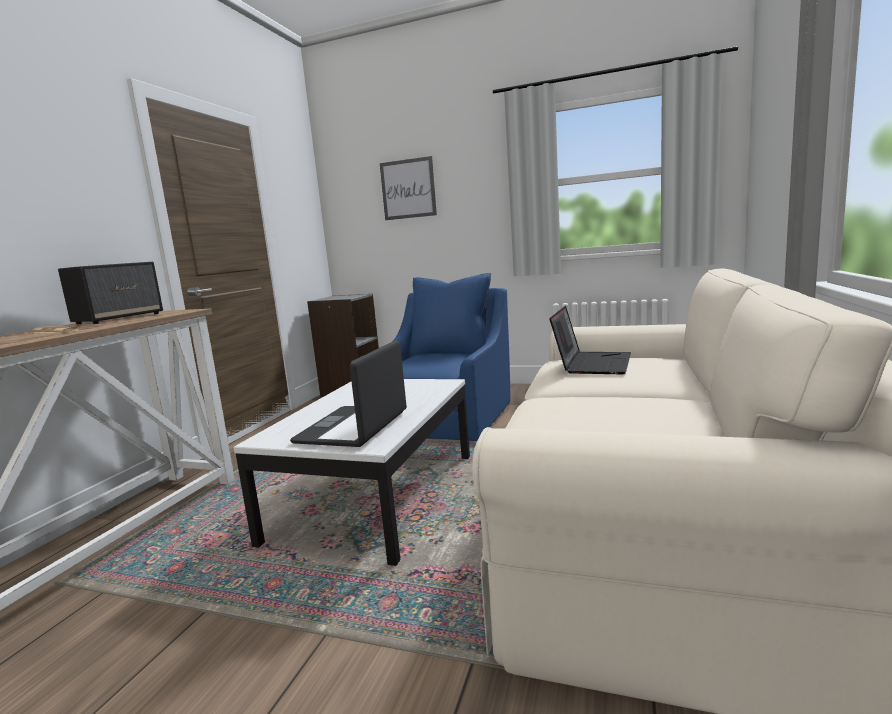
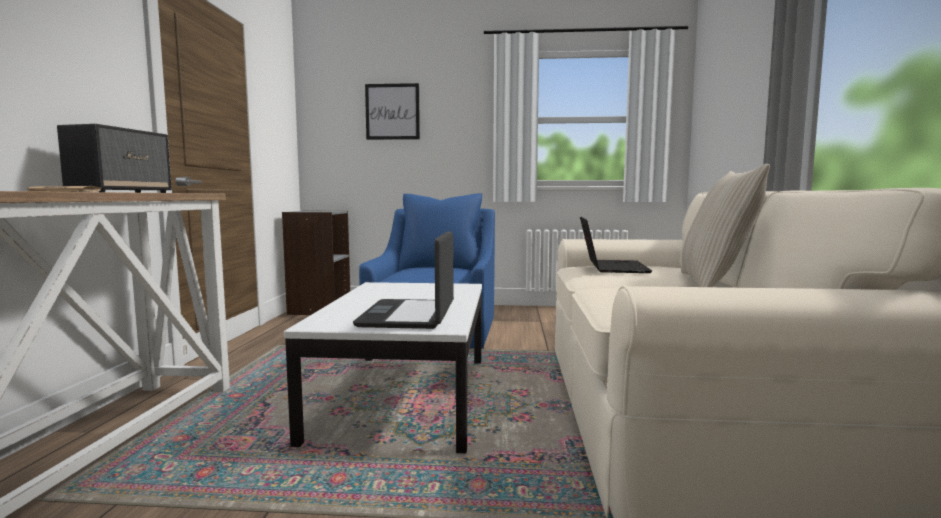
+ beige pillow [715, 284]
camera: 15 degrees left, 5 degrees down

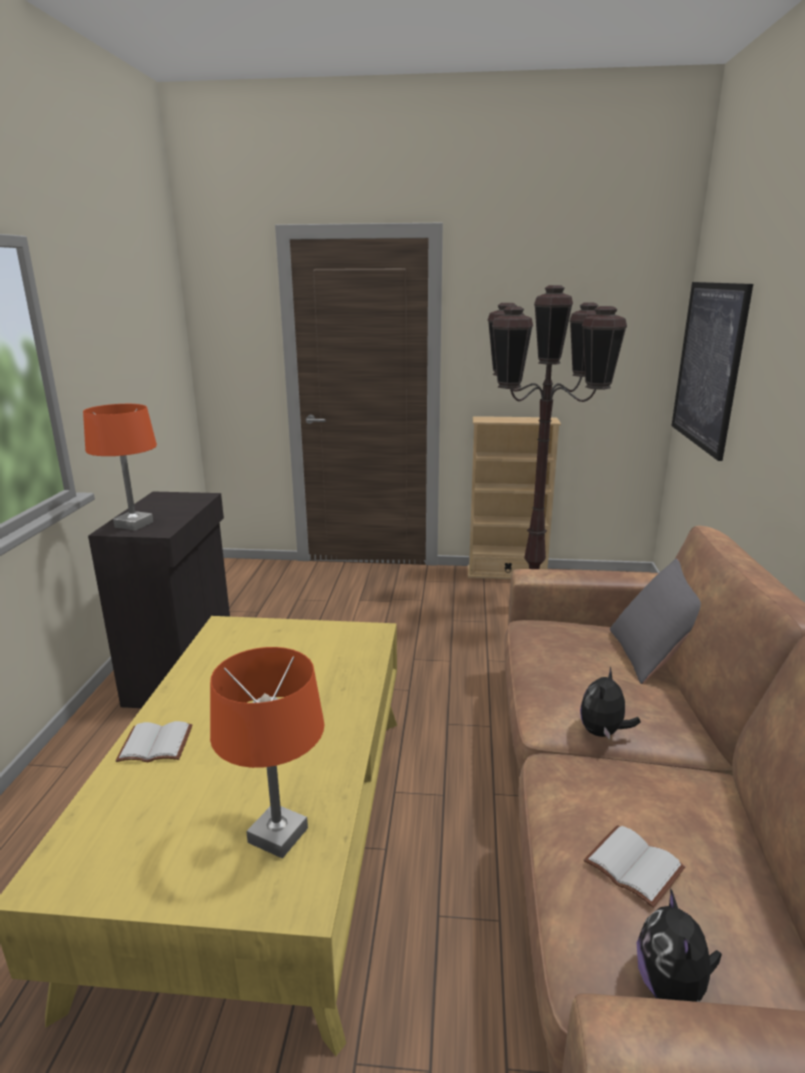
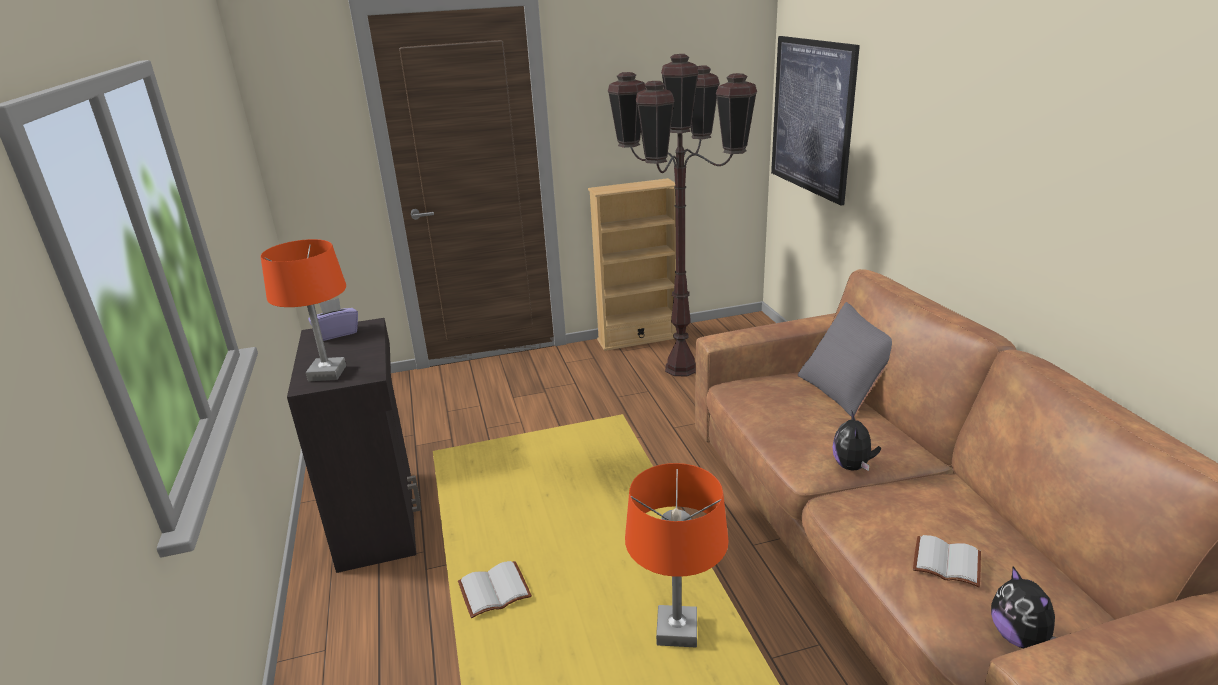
+ purple tissue box [336, 333]
camera: 20 degrees left, 5 degrees up

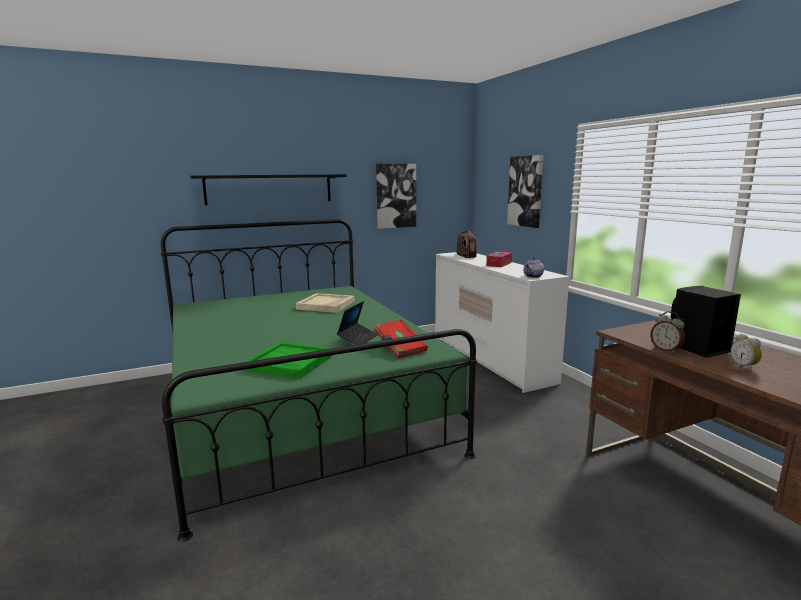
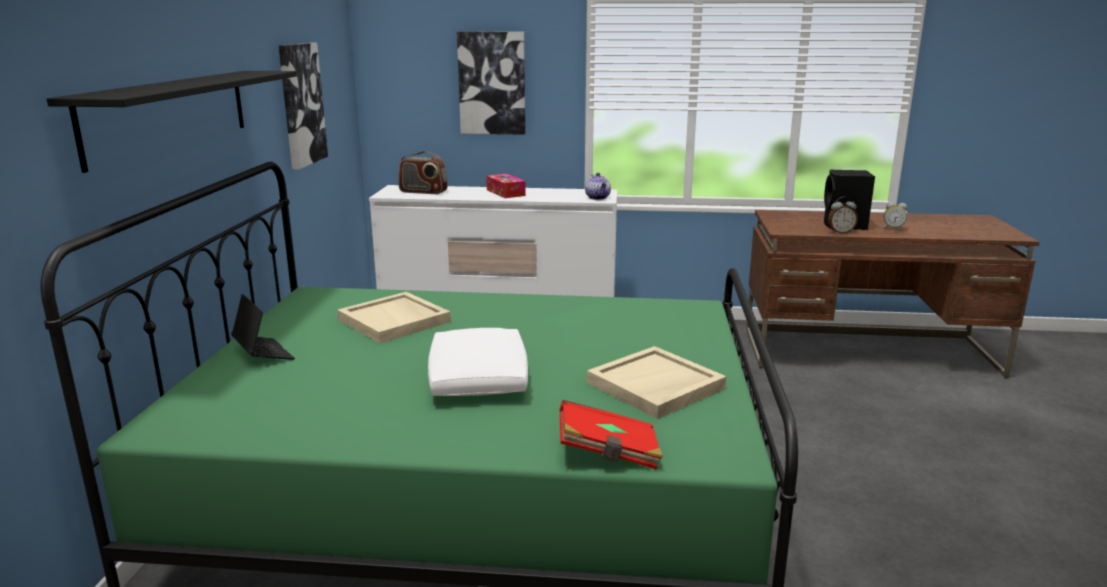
~ green tray [289, 363] to beige tray [655, 386]
~ laptop [358, 339] to [263, 354]
~ red book [399, 348] to [608, 454]
+ white pillow [478, 378]
camera: 60 degrees left, 5 degrees up

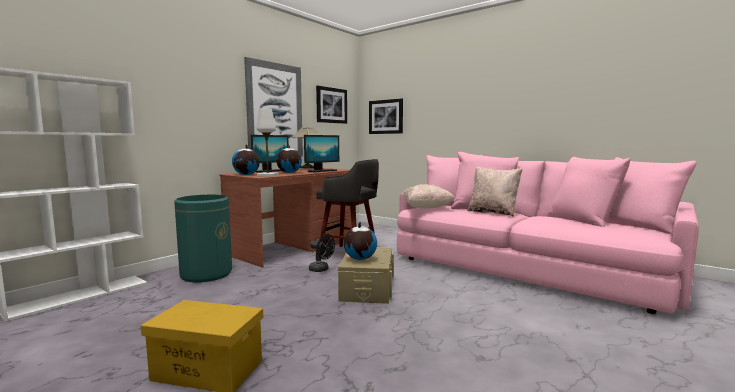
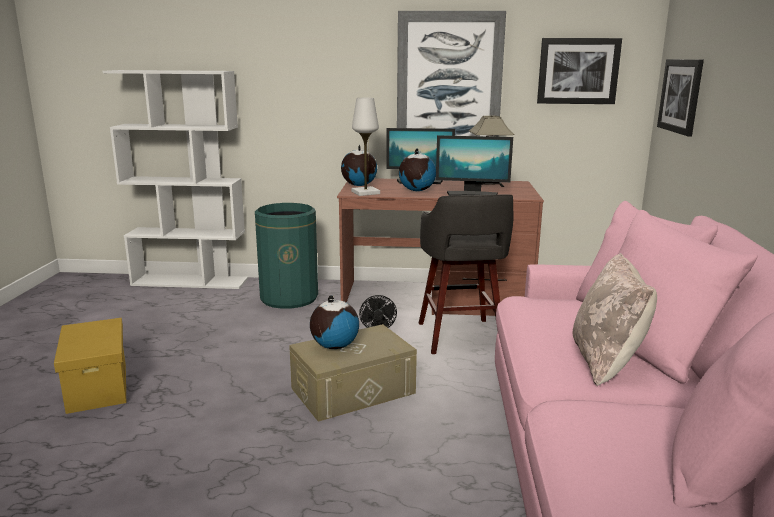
- beige pillow [426, 208]
camera: 55 degrees right, 10 degrees up

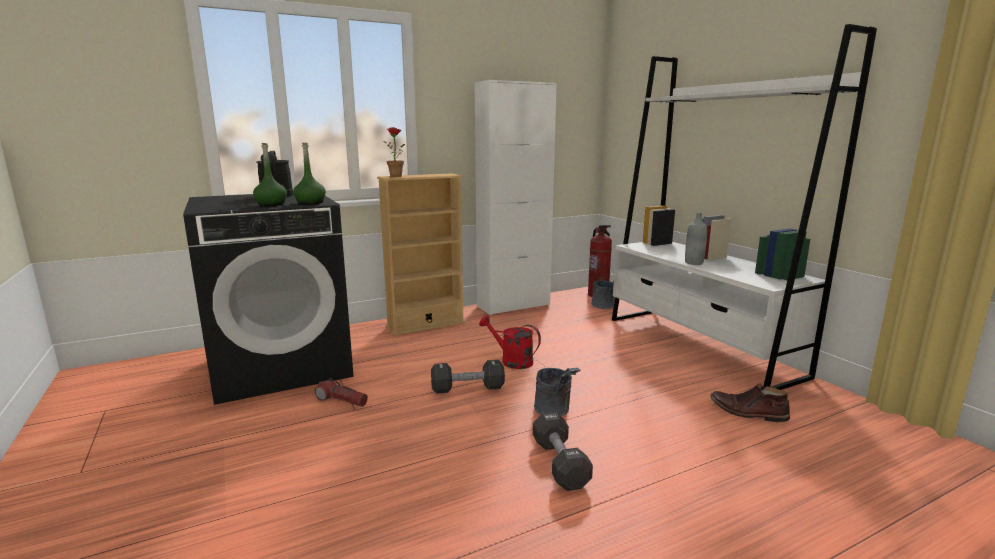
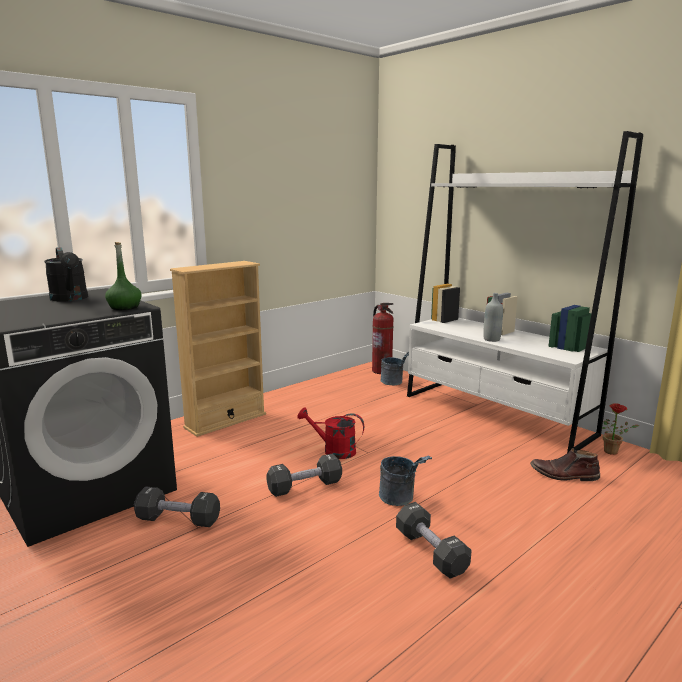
- green bottle [271, 204]
~ flashlight [342, 401] to black dumbbell [178, 519]
~ potted plant [398, 176] to [614, 452]
- white cabinet [513, 305]
camera: 15 degrees left, 0 degrees up

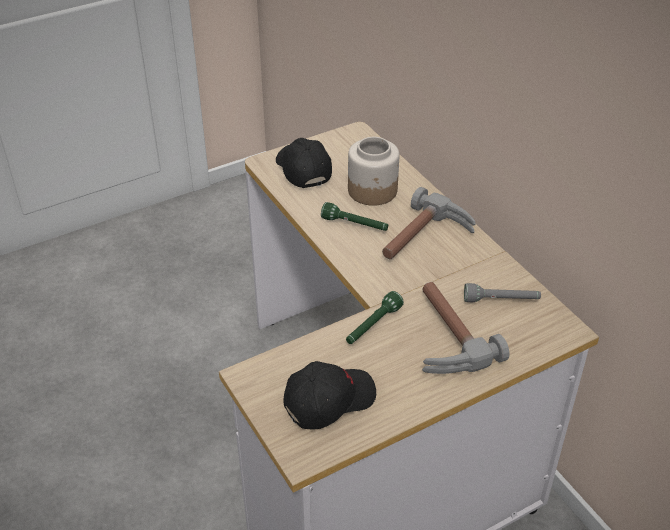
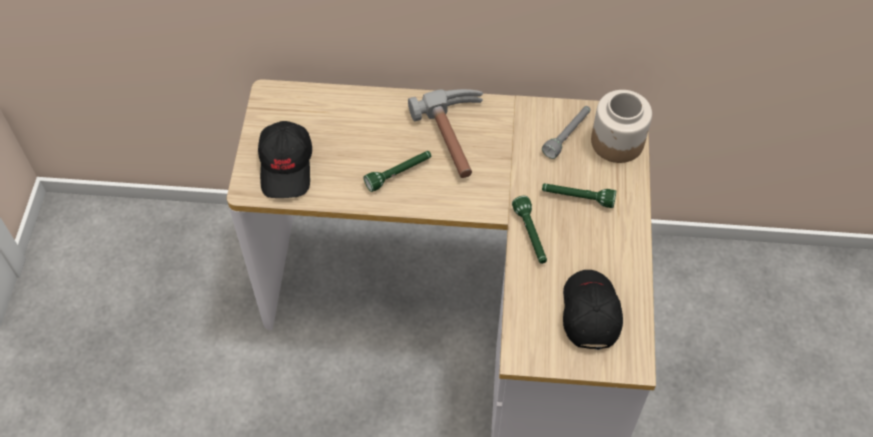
~ black cap [302, 170] = [287, 167] 105 degrees counterclockwise
~ jar [373, 191] to [618, 141]
~ hammer [442, 337] to green flashlight [577, 198]
camera: 55 degrees left, 15 degrees up

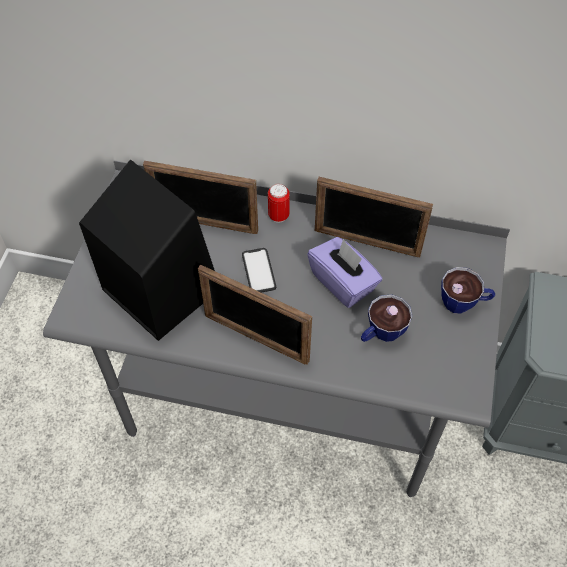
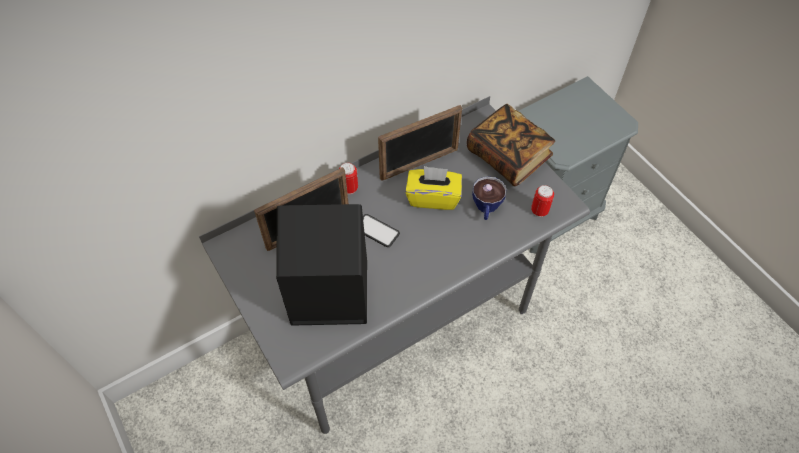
- picture frame [255, 338]
~ purple tissue box [343, 282] to yellow tissue box [433, 197]
~ cup [463, 302] to book [508, 156]
+ can [539, 211]
camera: 45 degrees left, 0 degrees up

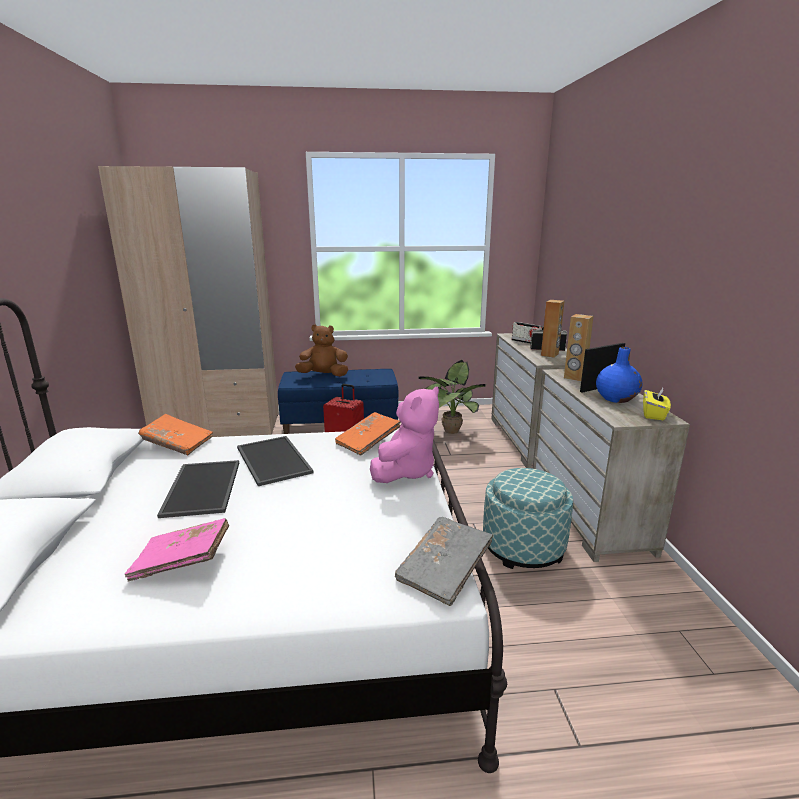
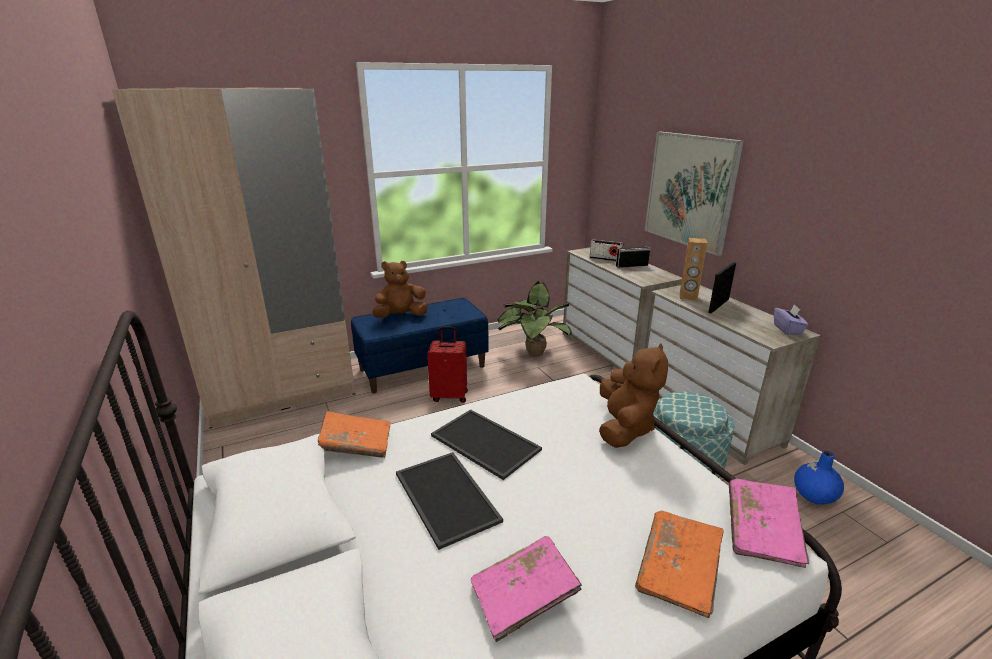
~ orange book [368, 442] to [678, 571]
~ pink plush toy [406, 471] to brown plush toy [624, 427]
~ grey book [444, 571] to pink book [762, 531]
- brown speaker [550, 355]
~ blue vase [616, 398] to [814, 495]
~ yellow tissue box [654, 414] to purple tissue box [787, 329]
+ picture [690, 190]
camera: 20 degrees left, 5 degrees up

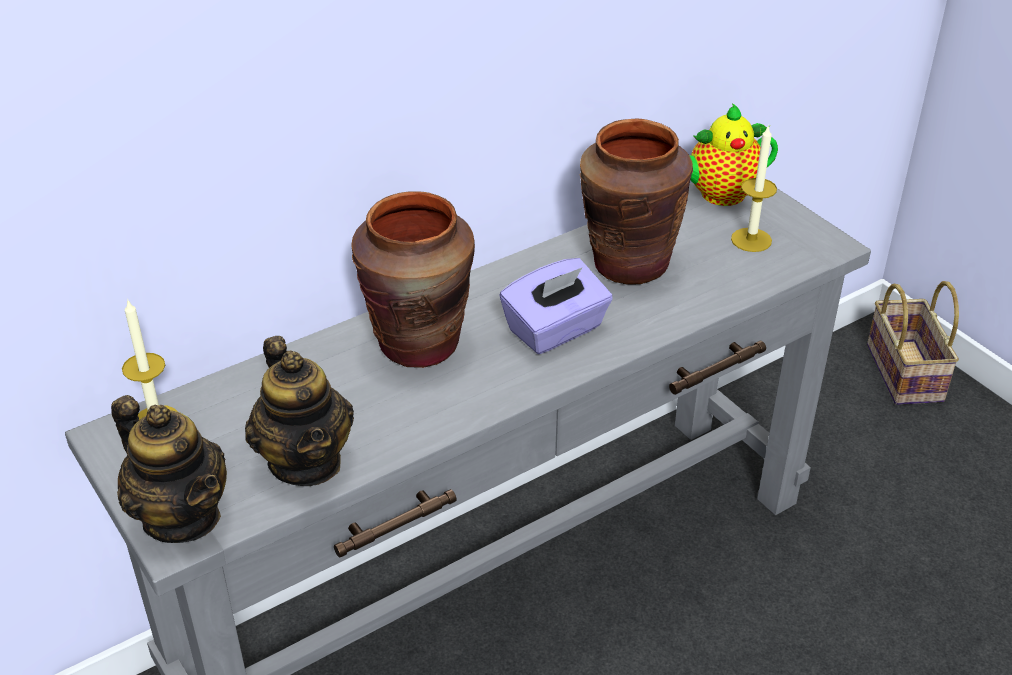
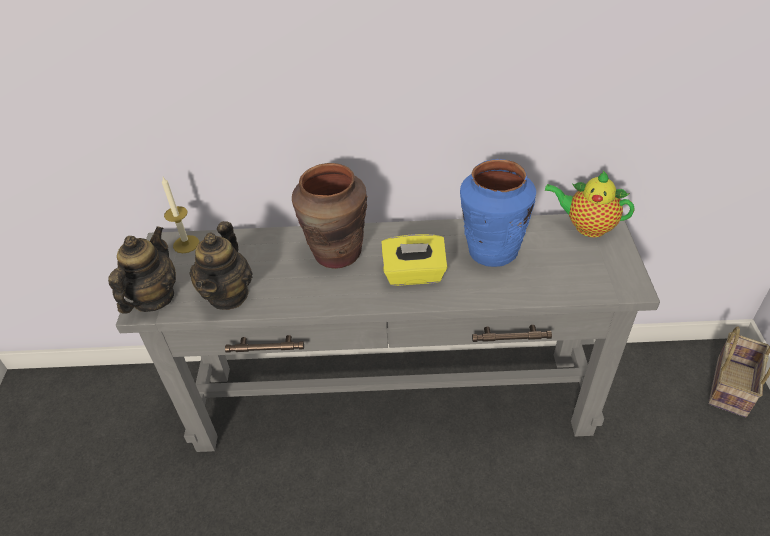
~ teapot [182, 517] = [153, 298] 150 degrees counterclockwise
~ purple tissue box [556, 330] to yellow tissue box [414, 275]
~ brown vase [629, 264] to blue vase [492, 251]
- candle [751, 240]
camera: 35 degrees right, 5 degrees up

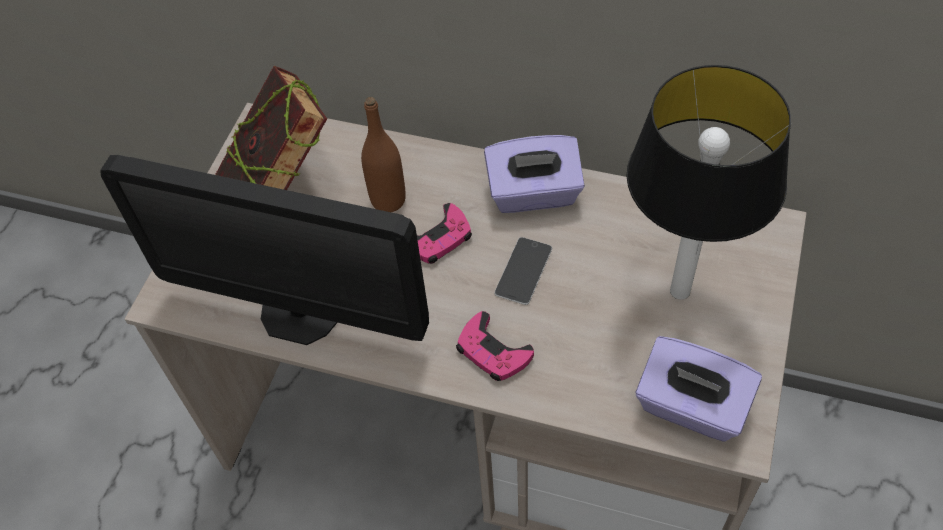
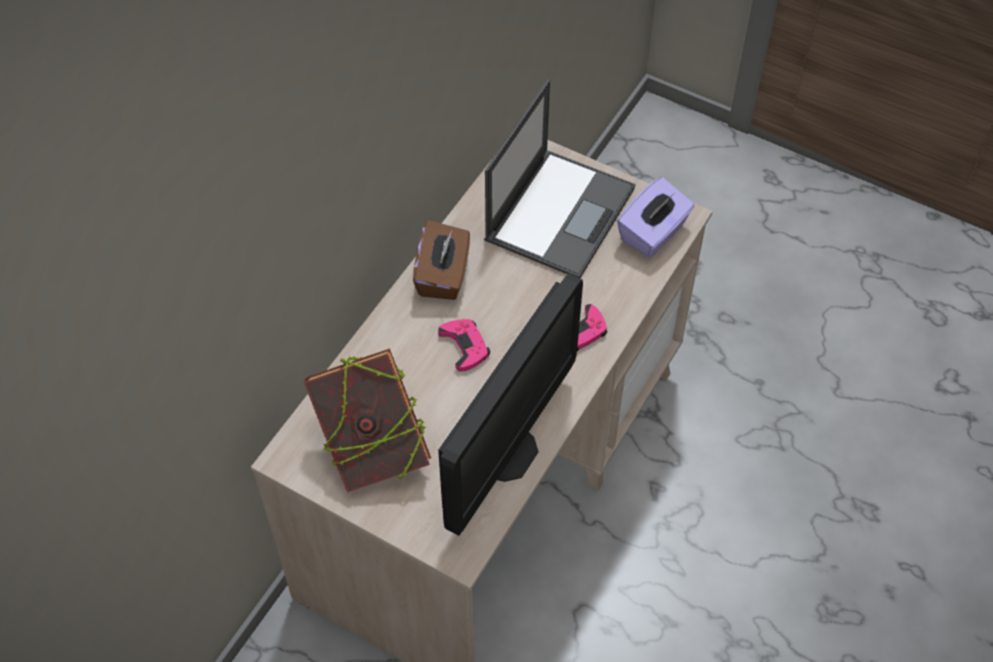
- brown bottle [388, 200]
~ purple tissue box [534, 194] to brown tissue box [443, 275]
- phone [523, 271]
~ table lamp [681, 290] to laptop [560, 212]
camera: 80 degrees left, 0 degrees up

